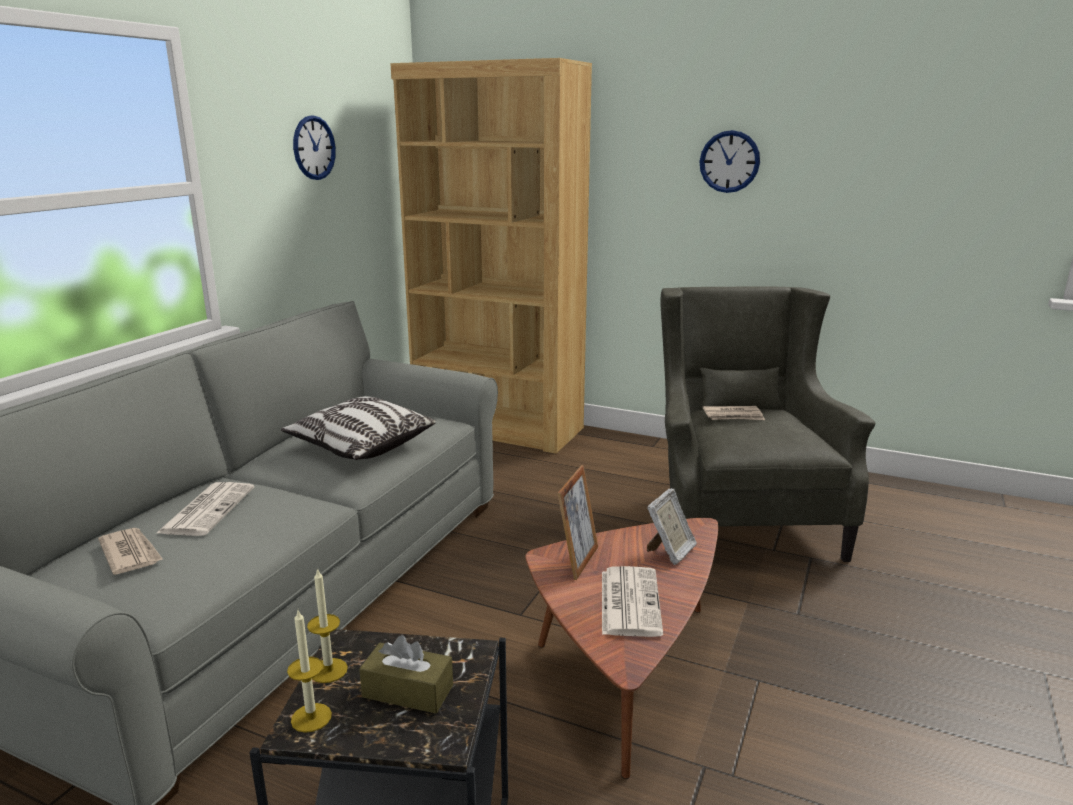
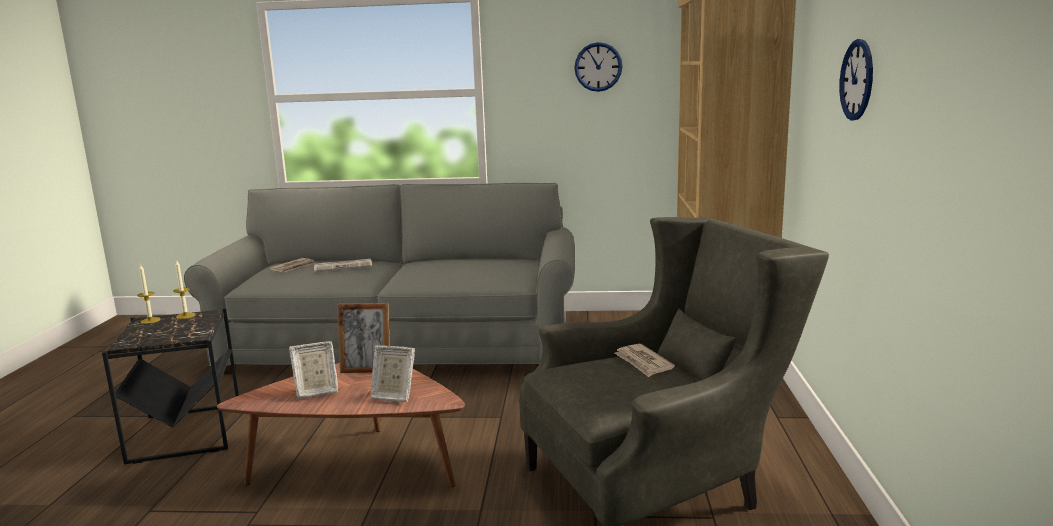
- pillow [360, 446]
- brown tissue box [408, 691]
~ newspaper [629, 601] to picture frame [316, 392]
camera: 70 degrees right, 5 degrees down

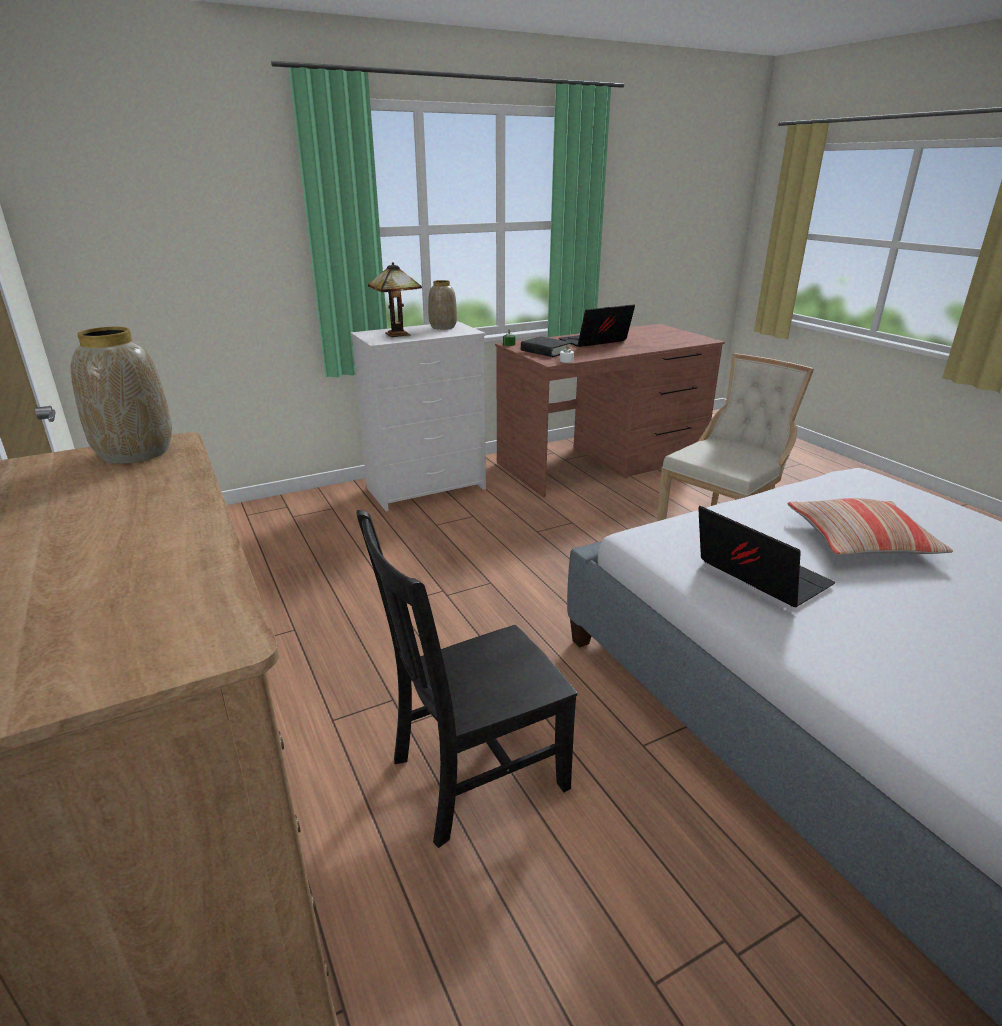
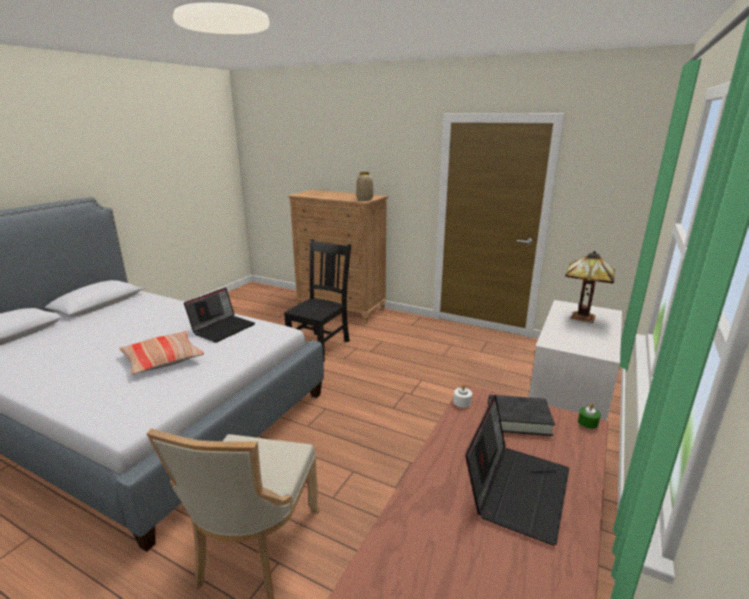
- vase [443, 327]
~ laptop [757, 576] = [223, 328] 75 degrees counterclockwise
camera: 145 degrees right, 5 degrees down

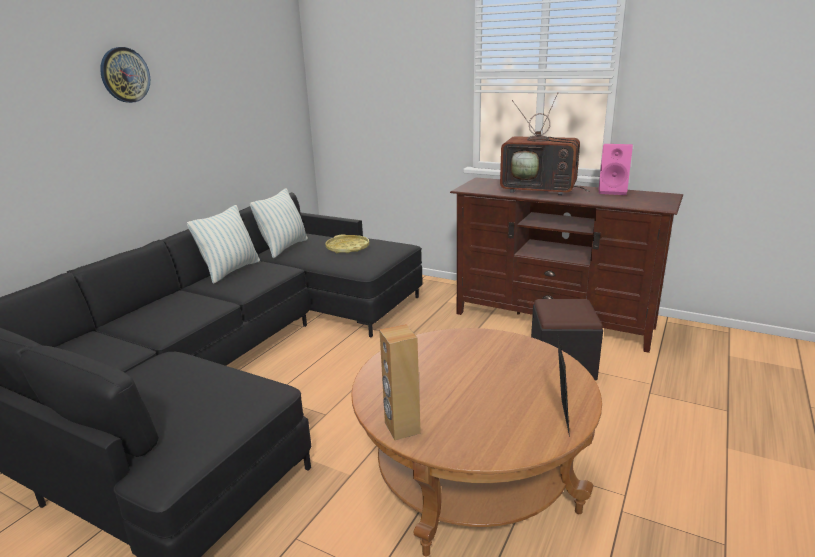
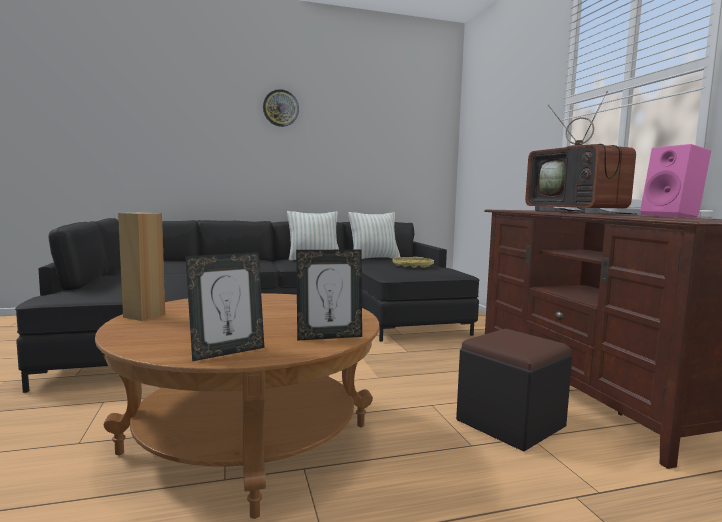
+ picture frame [329, 337]
camera: 45 degrees right, 15 degrees down

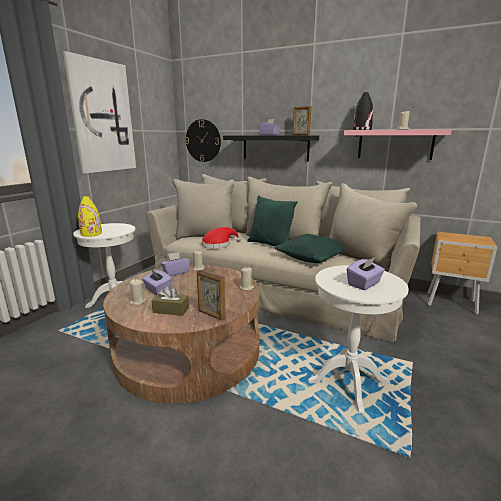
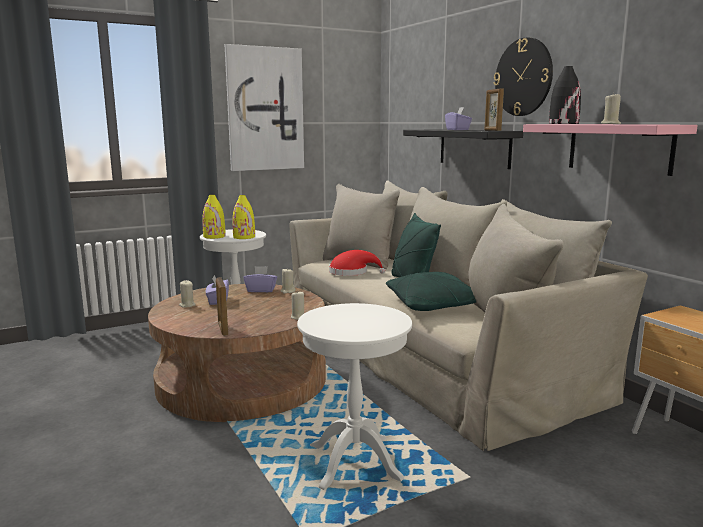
- brown tissue box [171, 310]
~ wall clock [203, 141] to [523, 77]
- purple tissue box [364, 284]
+ yellow vase [244, 237]
camera: 35 degrees right, 5 degrees down

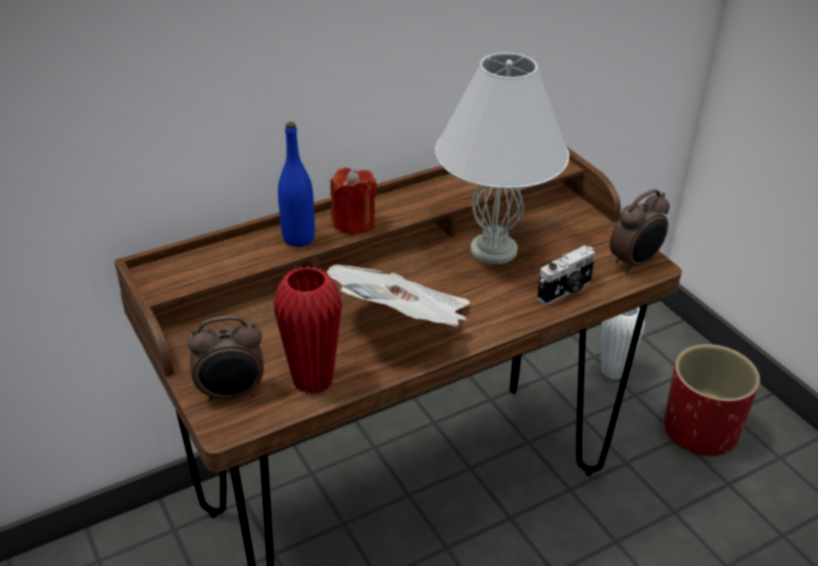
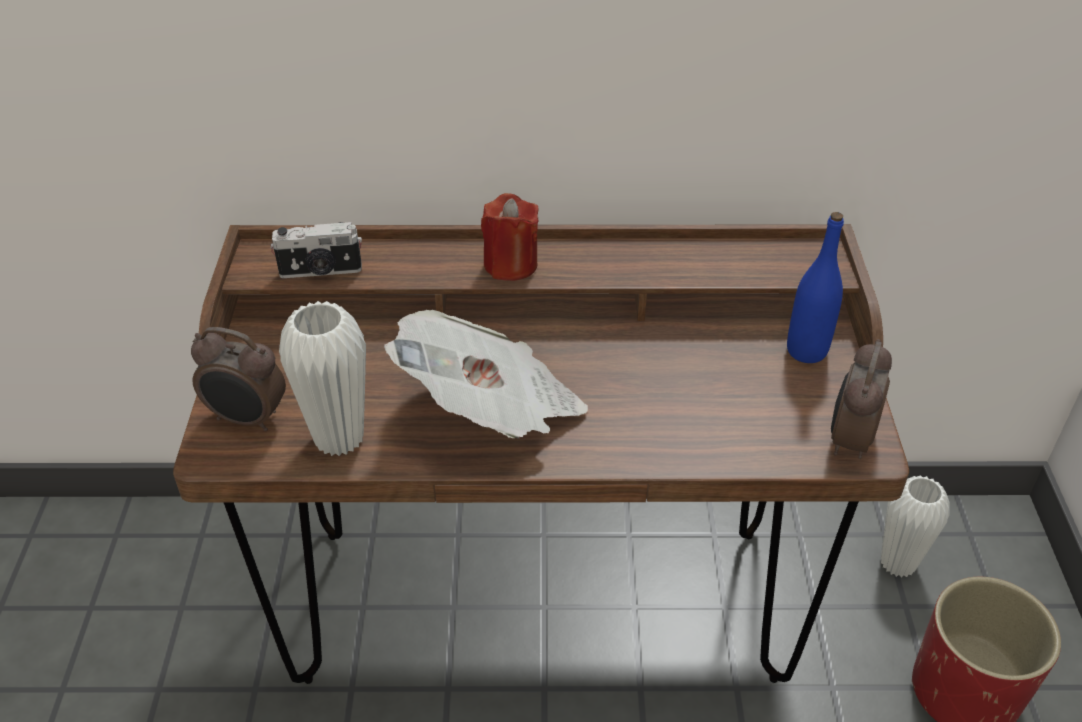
~ red vase [313, 380] to white vase [339, 438]
~ blue bottle [298, 238] to [806, 351]
- white table lamp [492, 250]
~ photo camera [566, 291] to [320, 271]
~ alarm clock [635, 263] = [849, 440] 120 degrees clockwise
camera: 30 degrees right, 5 degrees up

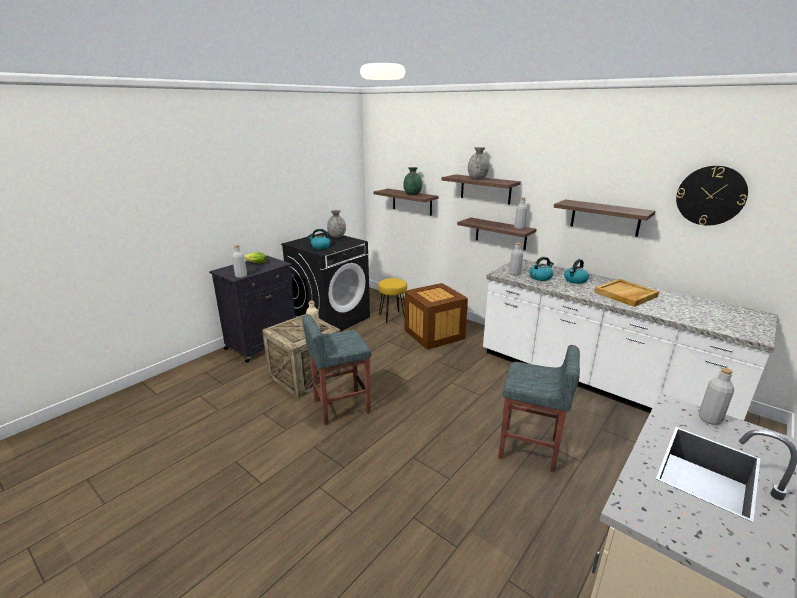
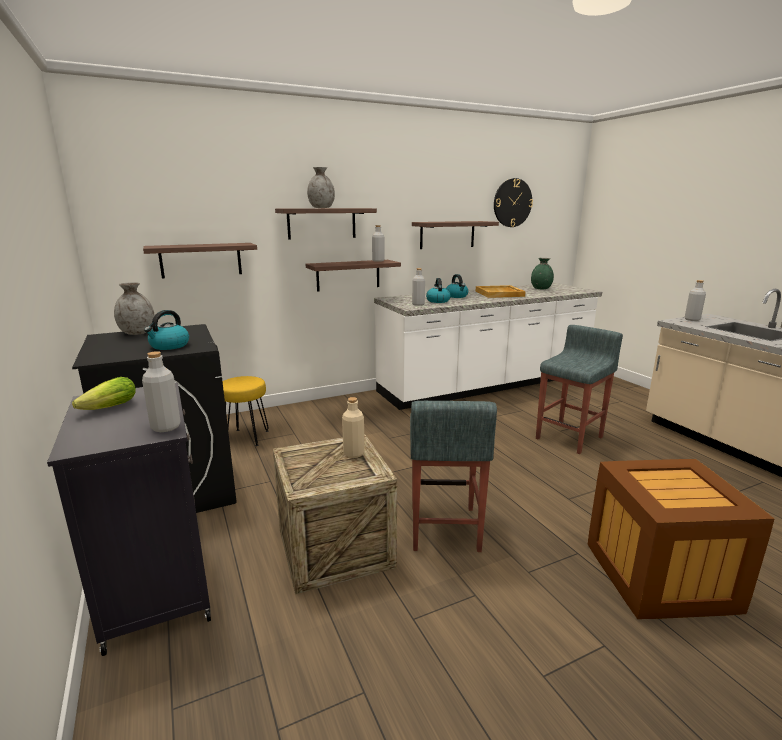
~ green vase [412, 194] to [541, 288]
~ crate [434, 335] to [659, 576]
camera: 65 degrees left, 5 degrees down

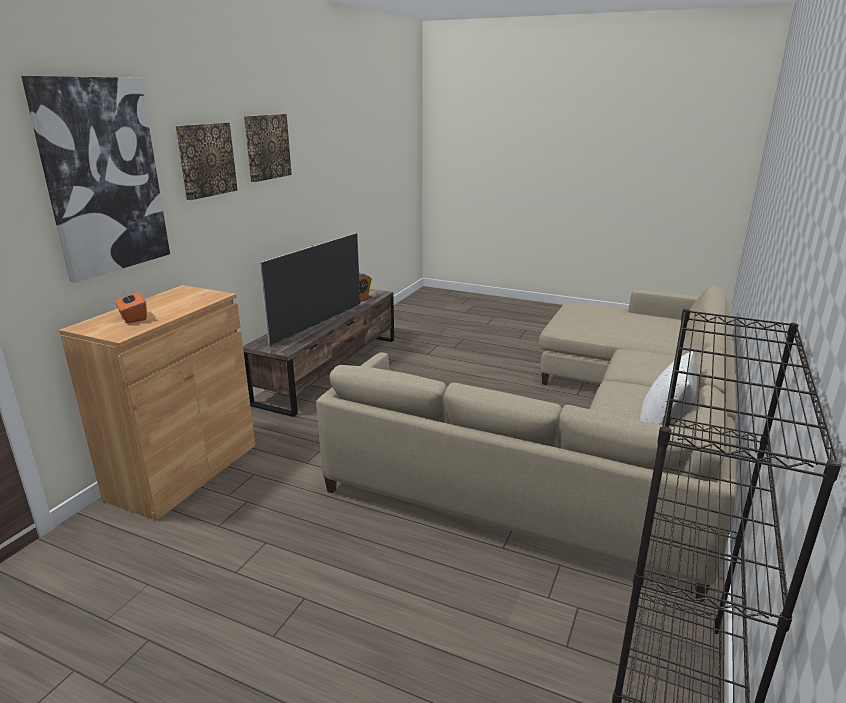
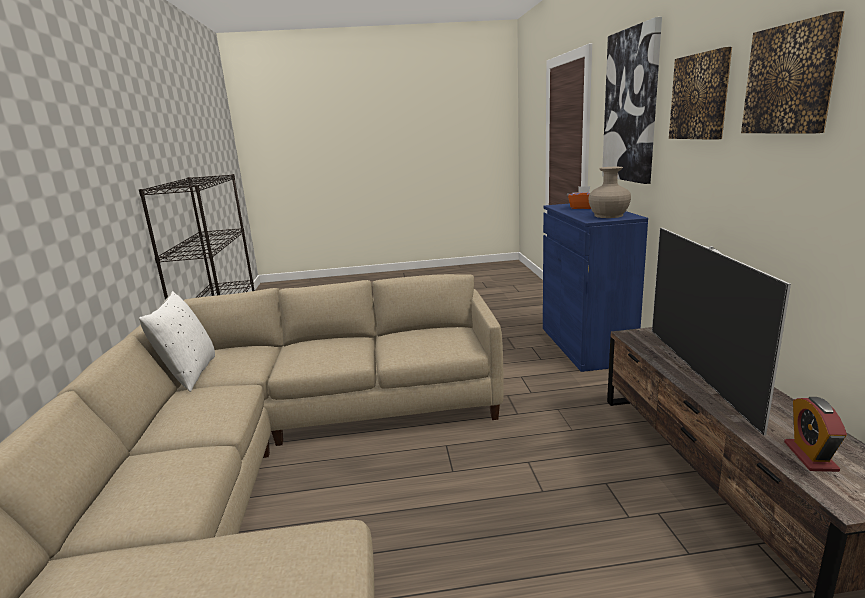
~ brown cabinet [184, 471] to blue cabinet [585, 345]
+ beige vase [608, 215]
camera: 150 degrees right, 5 degrees down

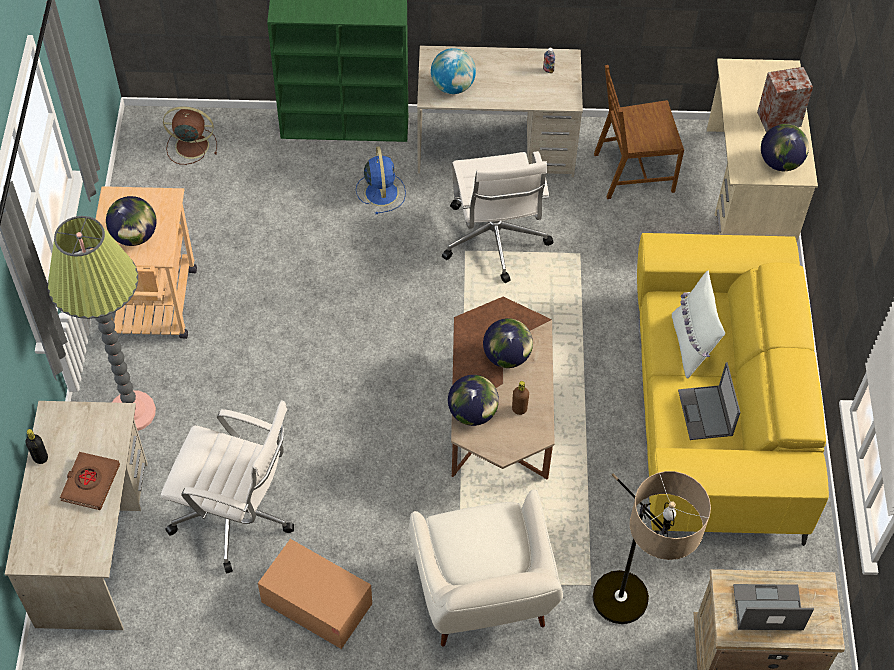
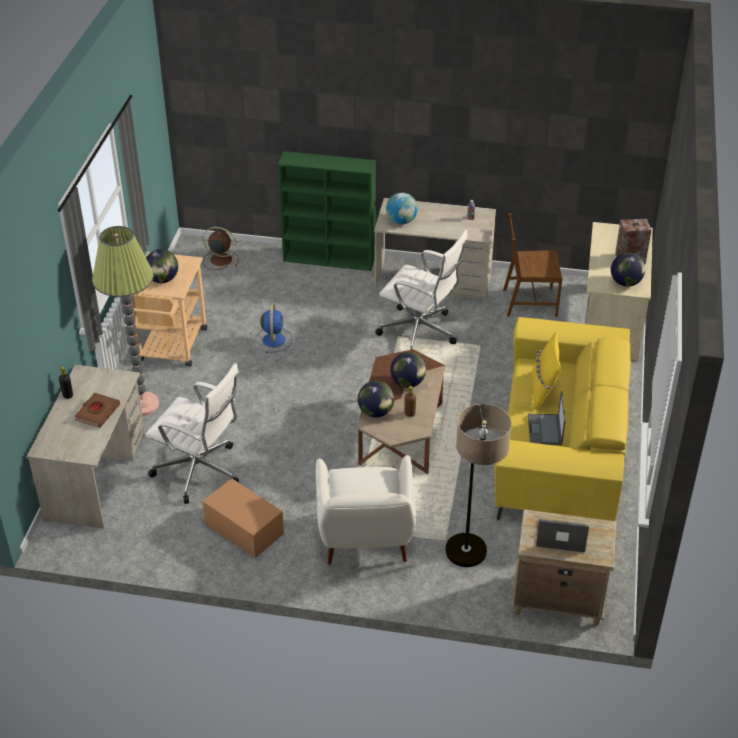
~ blue fan [381, 191] to [274, 339]
~ white office chair [494, 241] = [420, 332] 60 degrees counterclockwise
~ white pillow [691, 345] to yellow pillow [543, 390]
camera: 10 degrees right, 15 degrees down

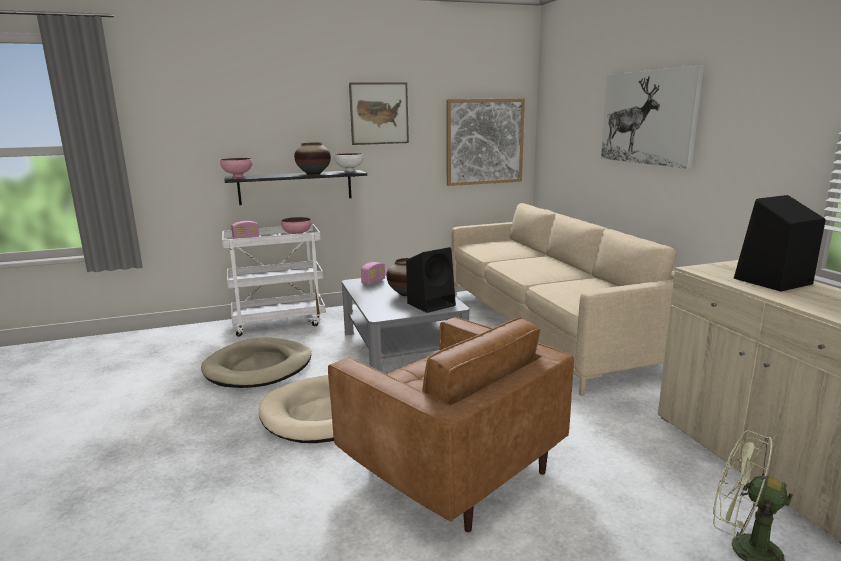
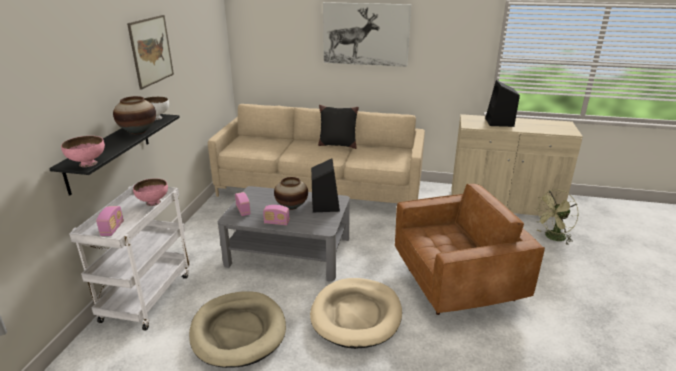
- picture [484, 142]
+ radio [276, 223]
+ black pillow [337, 145]
camera: 60 degrees left, 10 degrees up

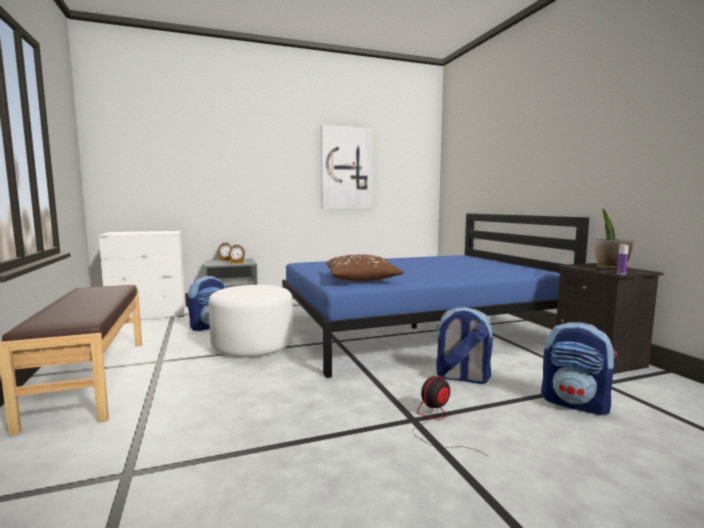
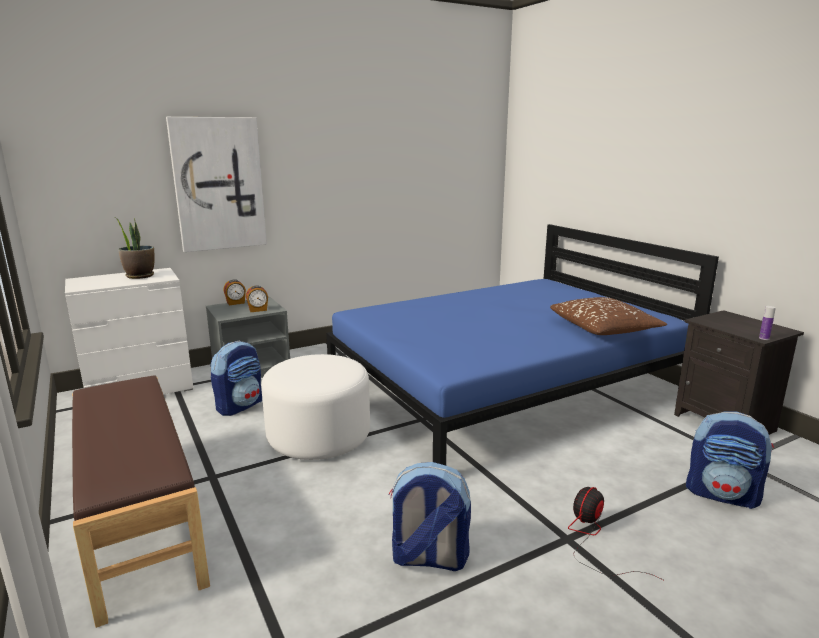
~ picture [346, 168] to [218, 184]
~ brown pillow [362, 279] to [604, 329]
~ backpack [461, 378] to [428, 558]
~ potted plant [610, 268] to [140, 276]
camera: 10 degrees left, 10 degrees up

